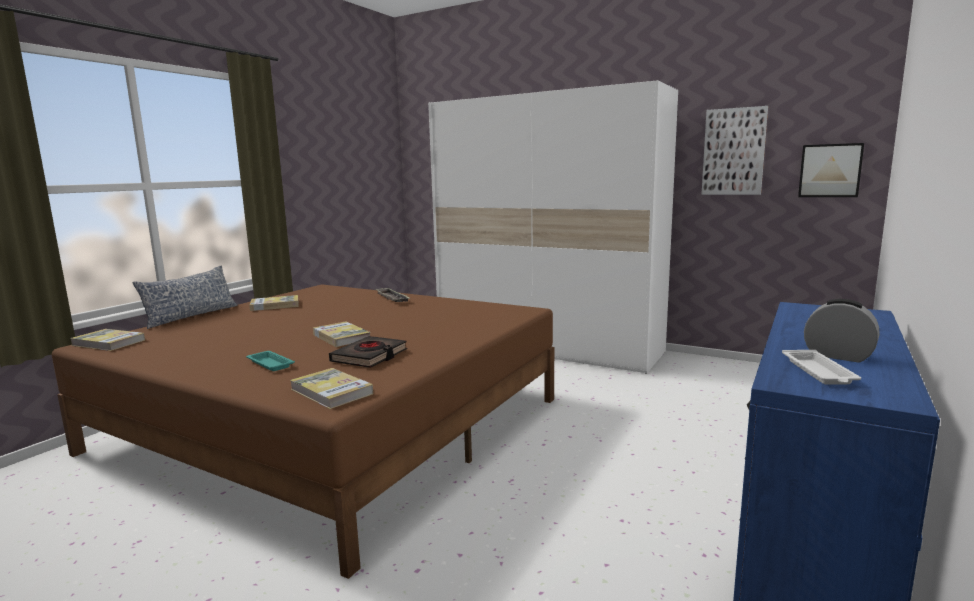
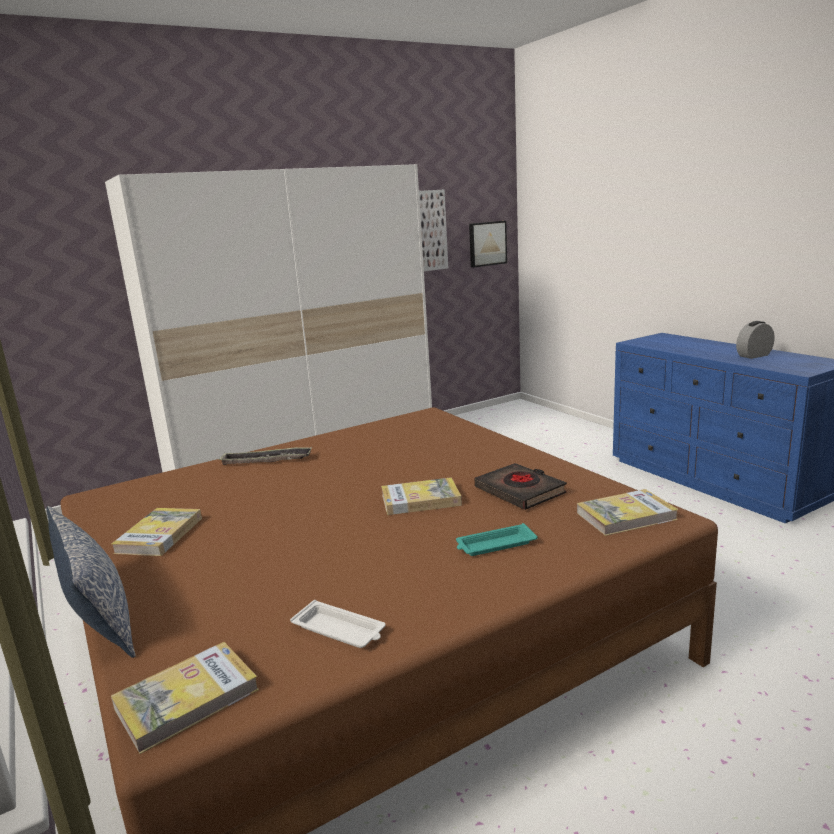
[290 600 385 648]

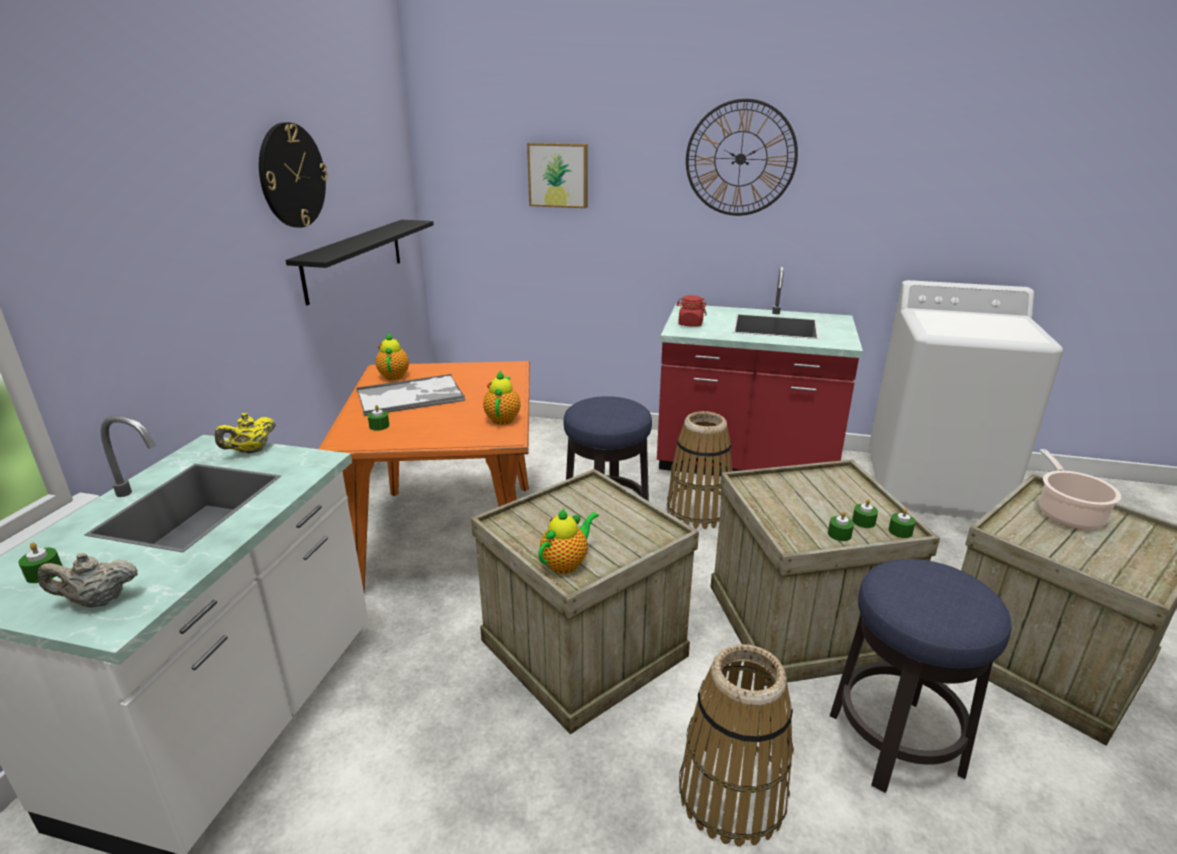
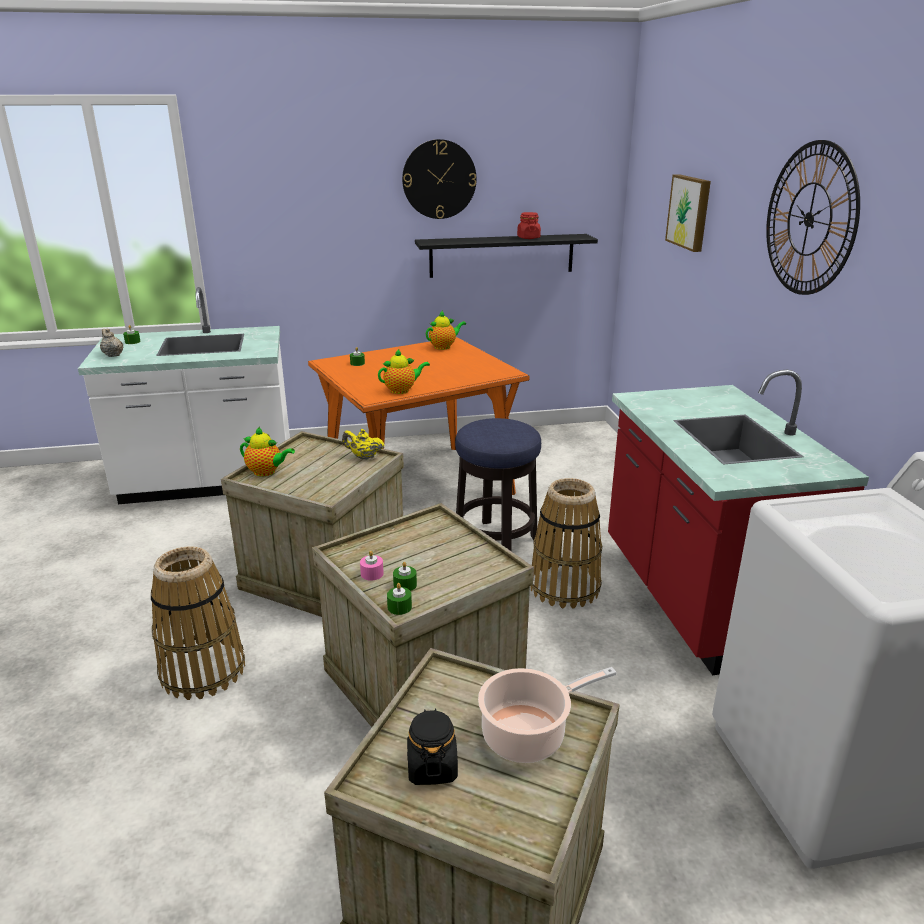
[342 429 385 460]
[357 374 465 416] (first image)
[517 212 541 239]
[360 551 384 581]
[830 559 1012 793] (first image)
[407 708 458 785]

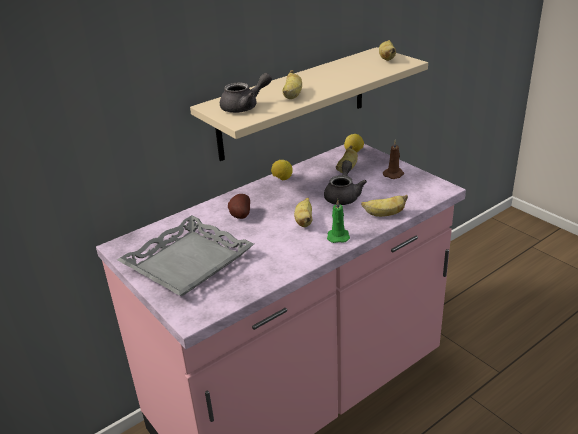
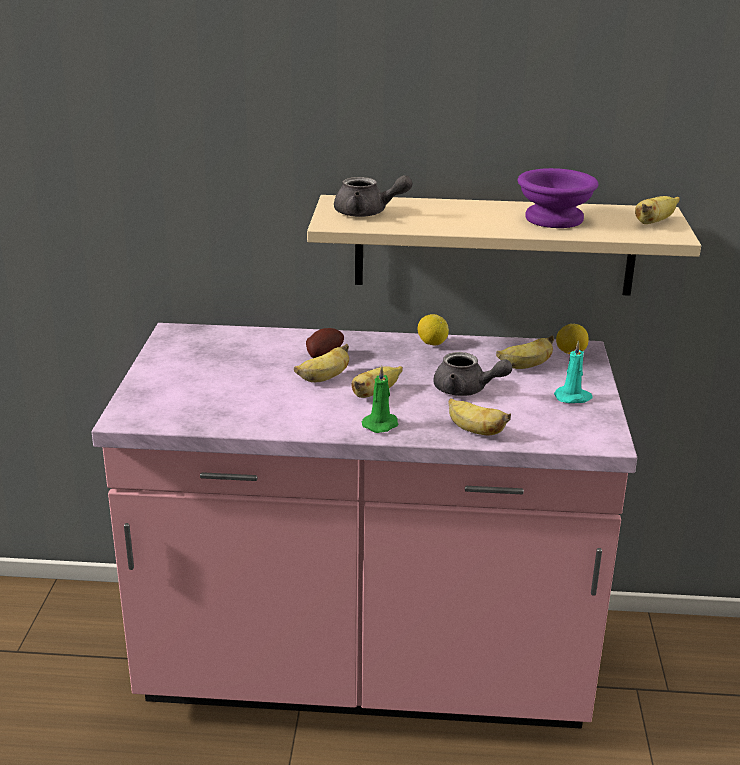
[117 215 254 296] (first image)
[294 344 349 382]
[433 352 512 396]
[554 340 593 403]
[518 168 598 228]

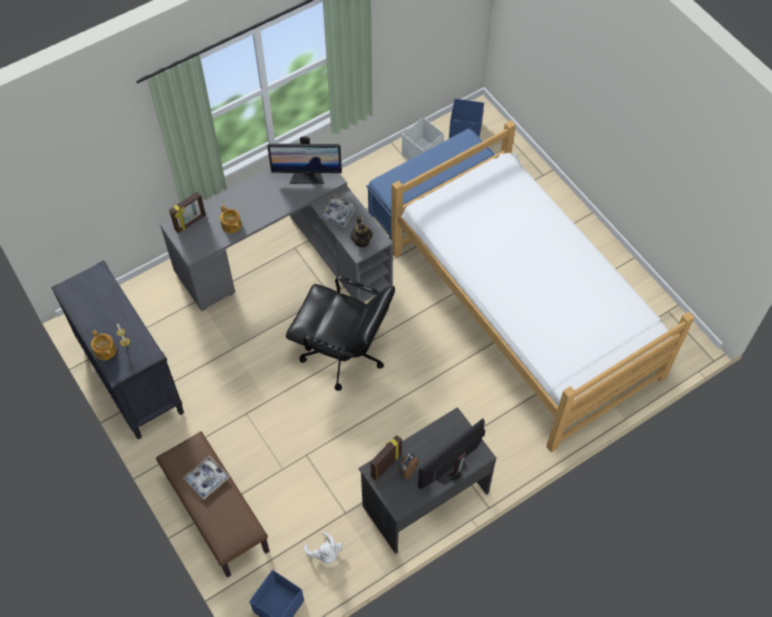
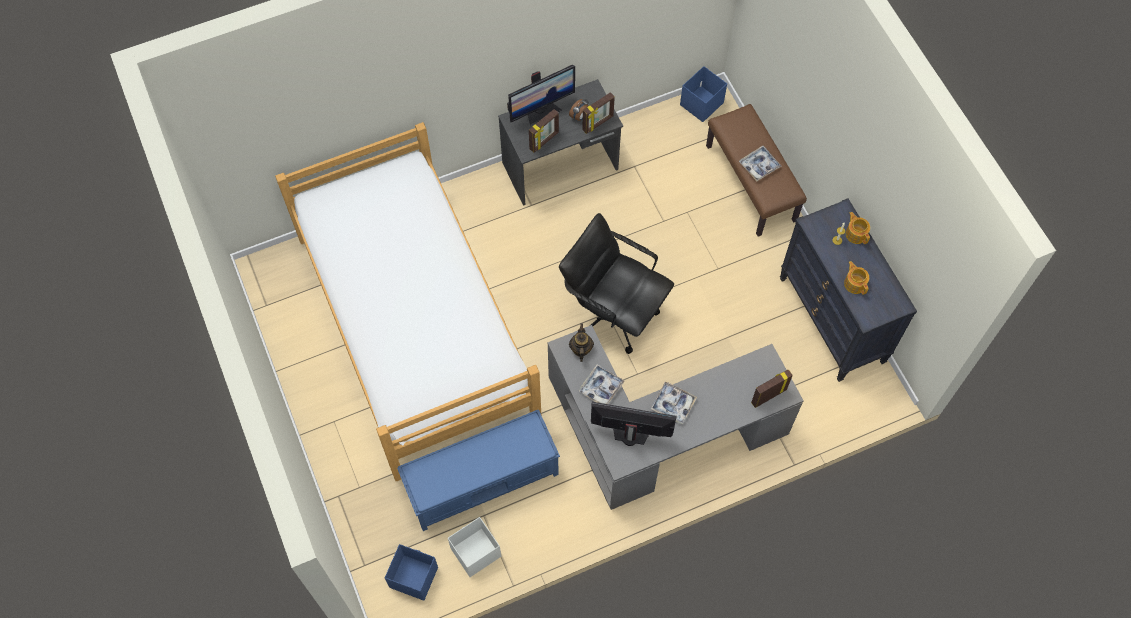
[844 261 869 295]
[304 532 343 564] (first image)
[529 109 559 153]
[650 381 697 424]

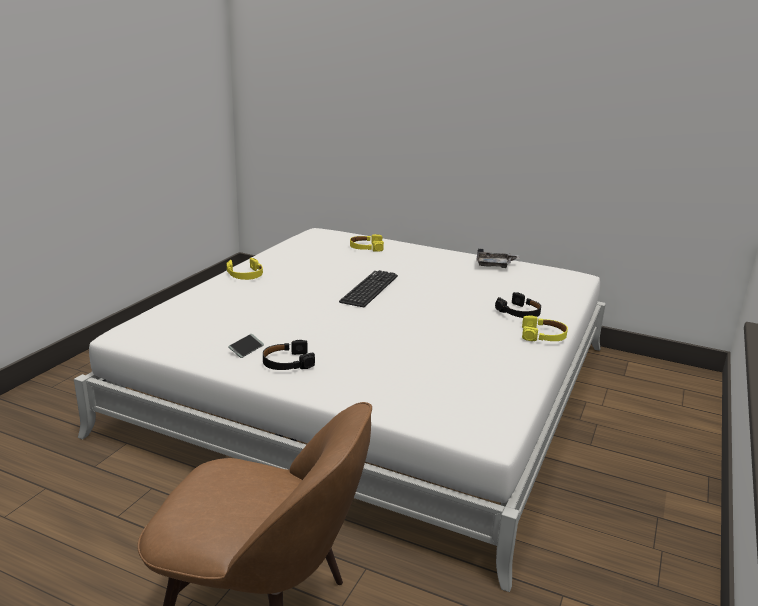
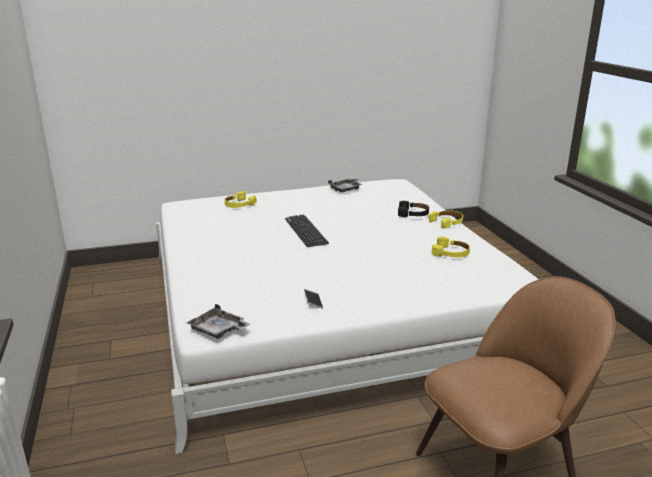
[432 237 470 257]
[263 340 315 370] (first image)
[187 304 250 339]

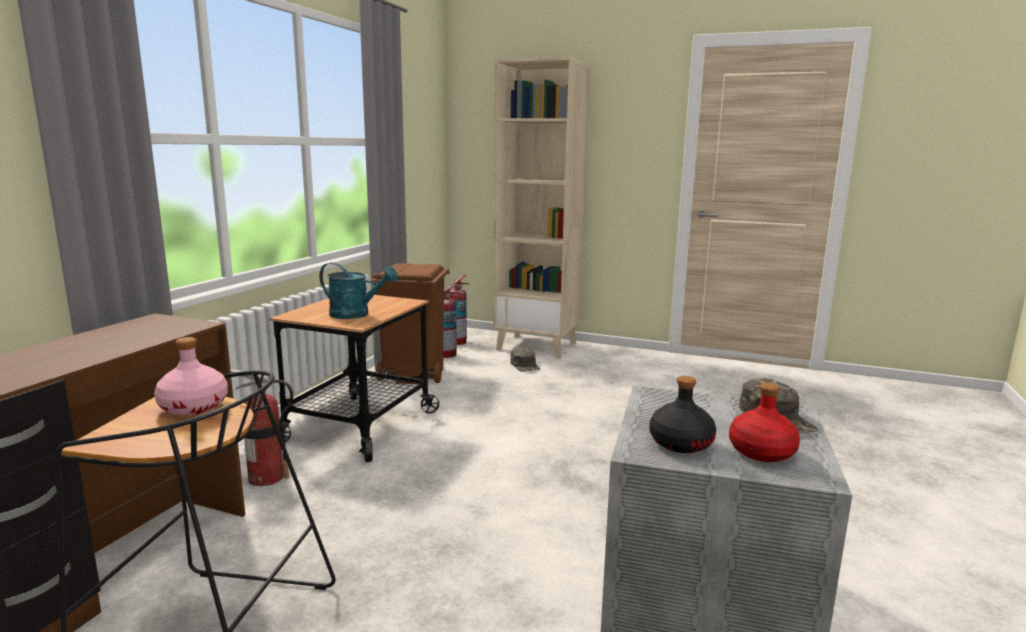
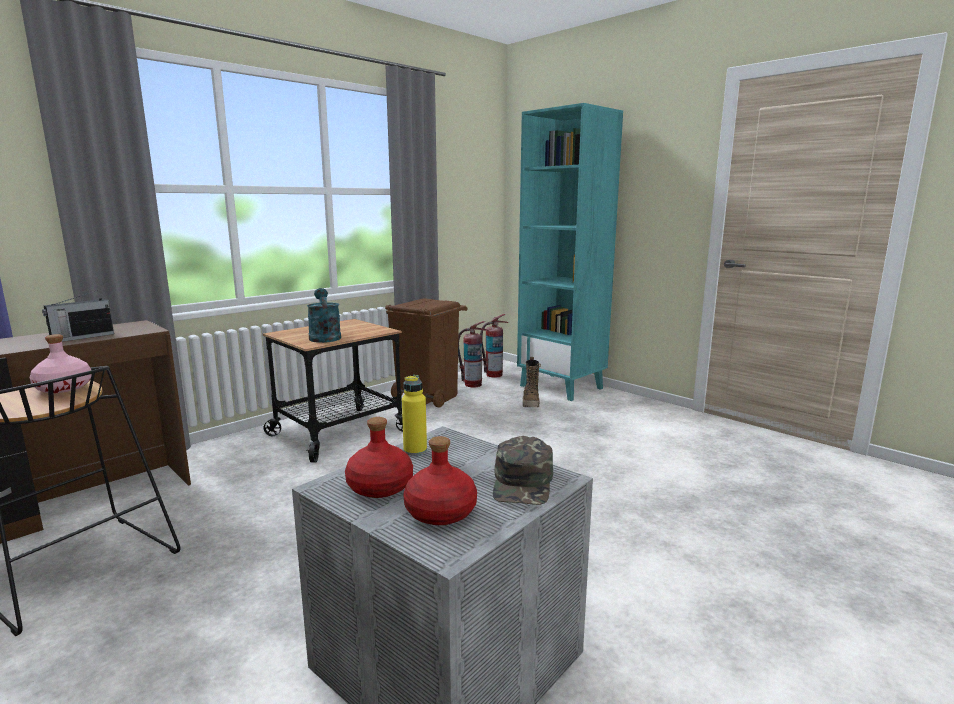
[230 369 293 486] (first image)
[307 288 341 343]
[517 103 623 401]
[523 357 541 407]
[345 417 413 498]
[42 291 114 342]
[402 375 427 456]

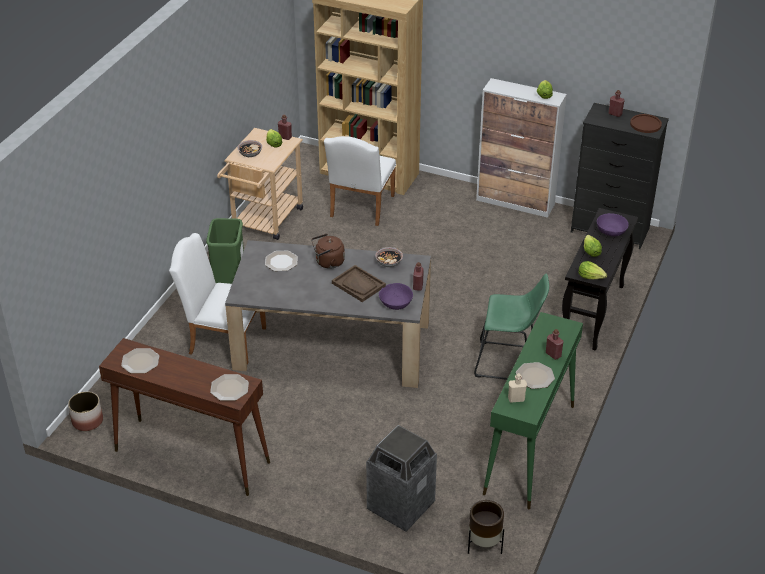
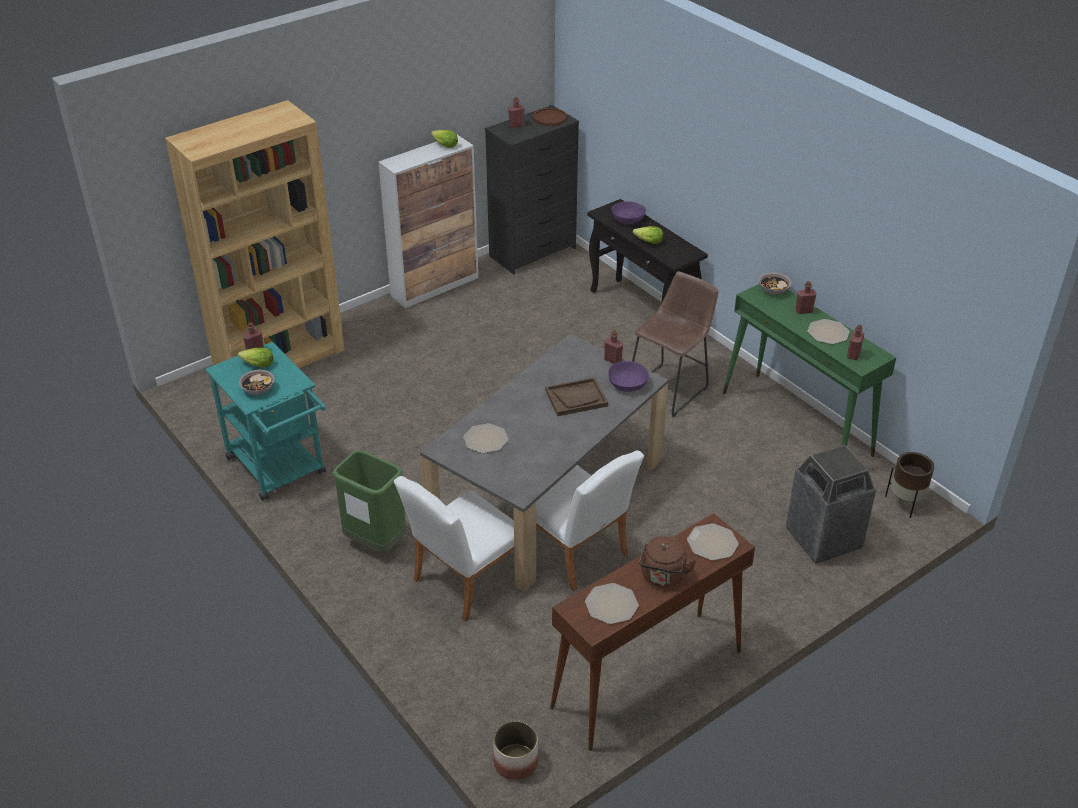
[205 342 326 501]
[639 536 696 587]
[536 450 644 591]
[759 272 791 295]
[632 271 718 417]
[847 325 864 360]
[578 261 607 279] (first image)

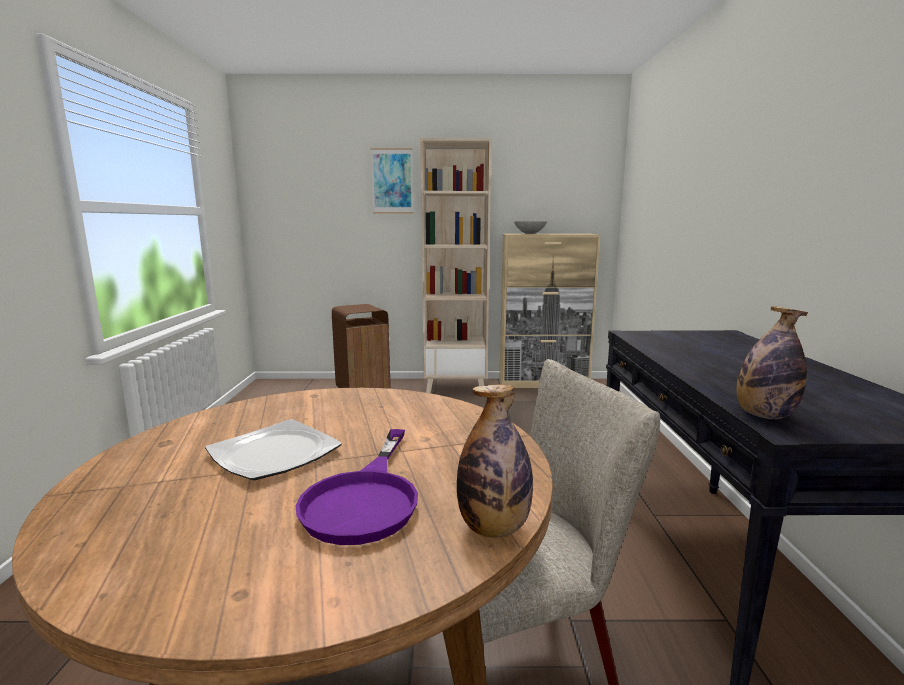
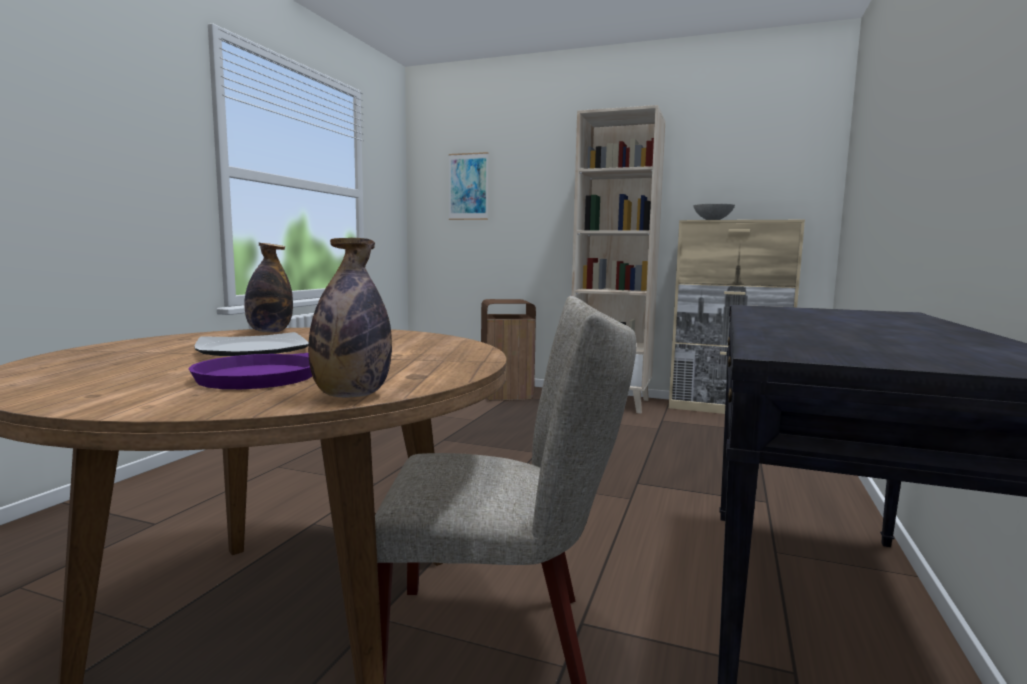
[449 152 489 220]
[244 243 293 333]

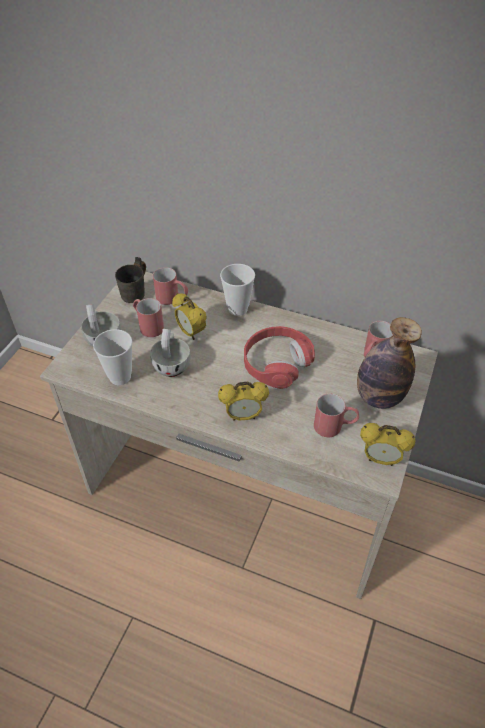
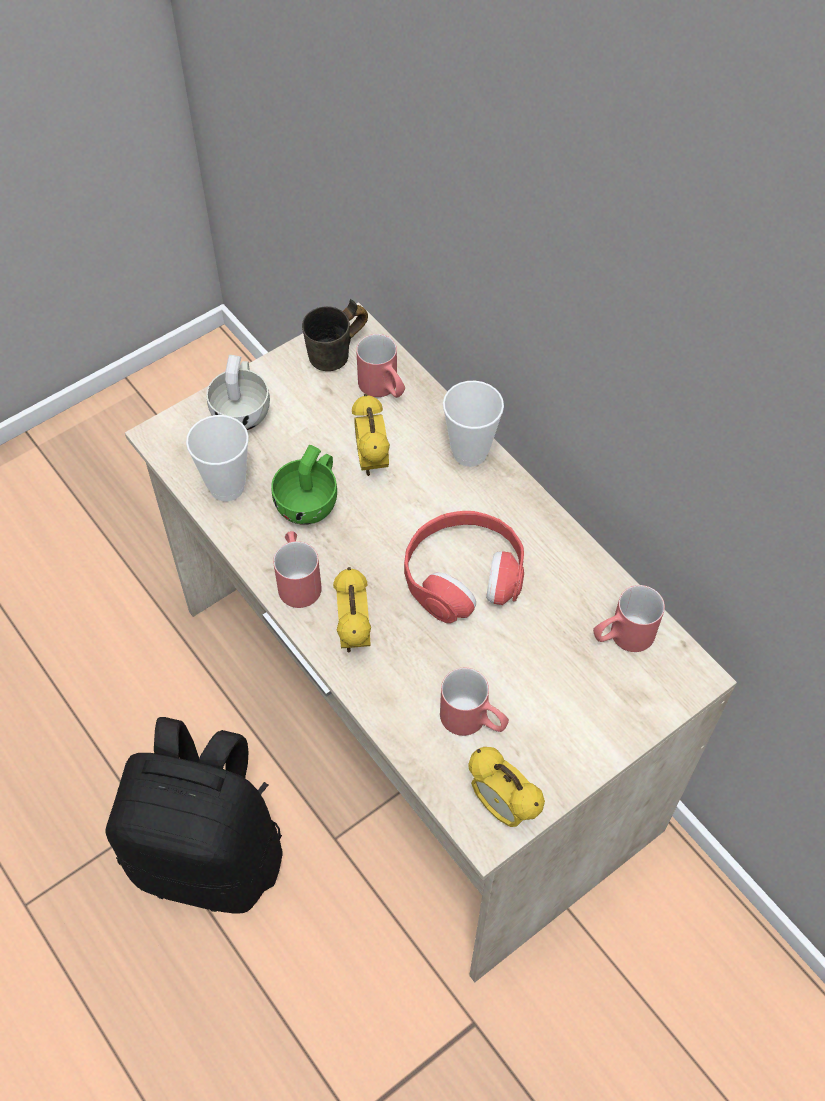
[273 531 322 608]
[271 445 337 525]
[333 567 371 652]
[357 317 422 409] (first image)
[105 717 283 913]

